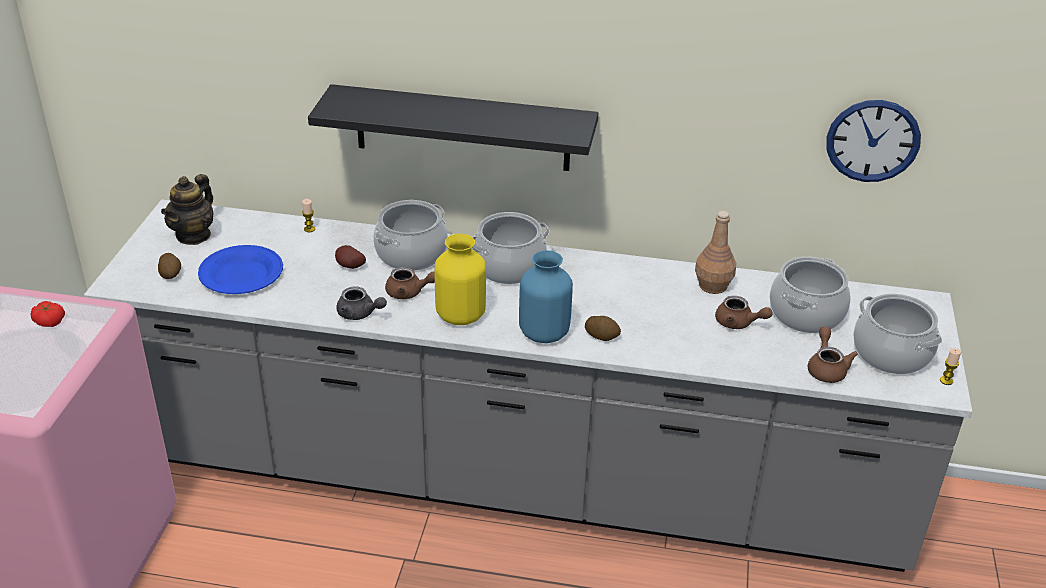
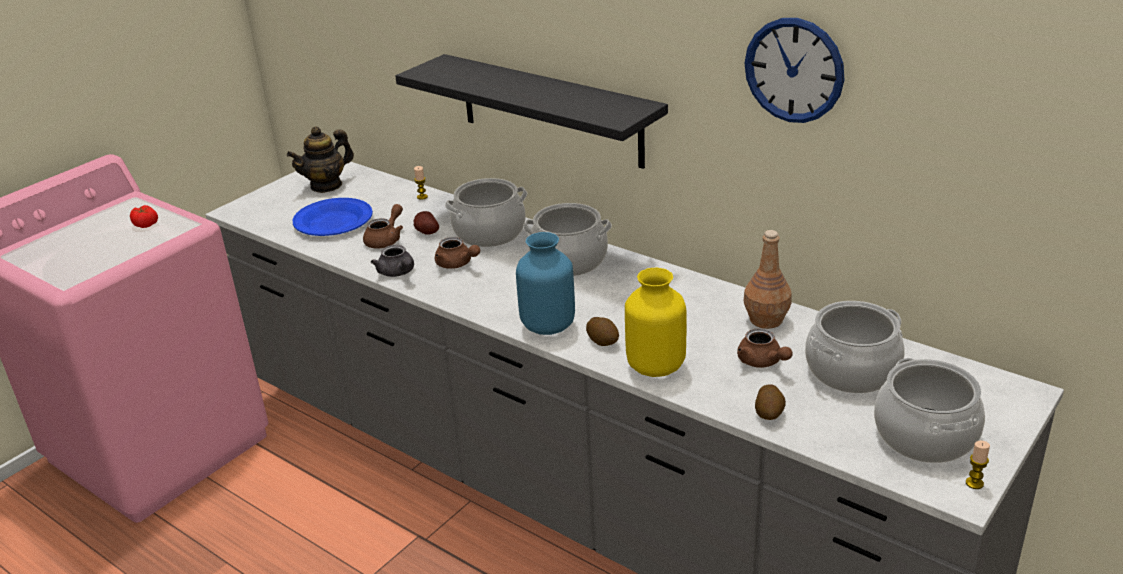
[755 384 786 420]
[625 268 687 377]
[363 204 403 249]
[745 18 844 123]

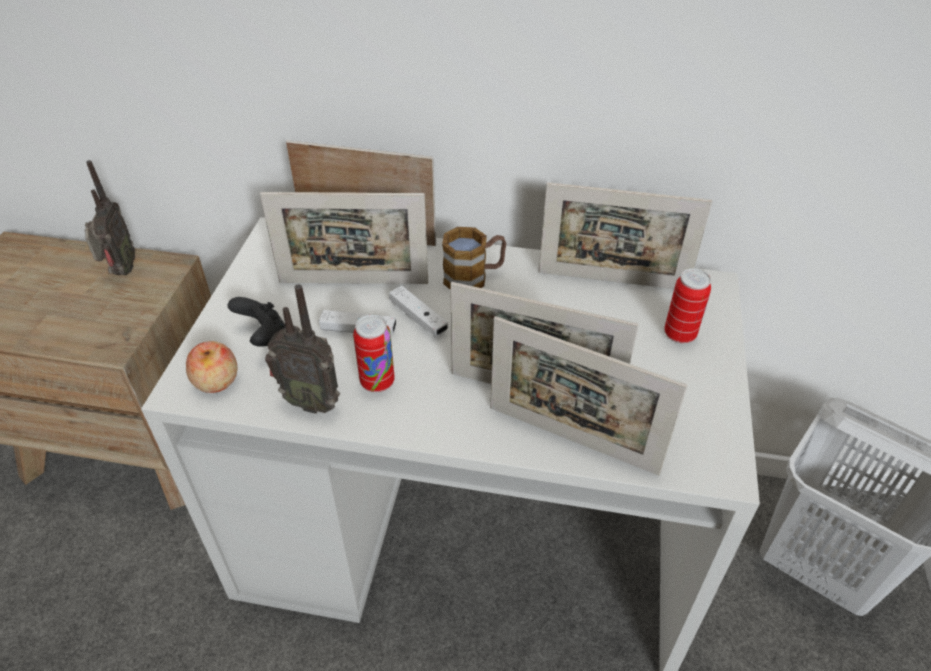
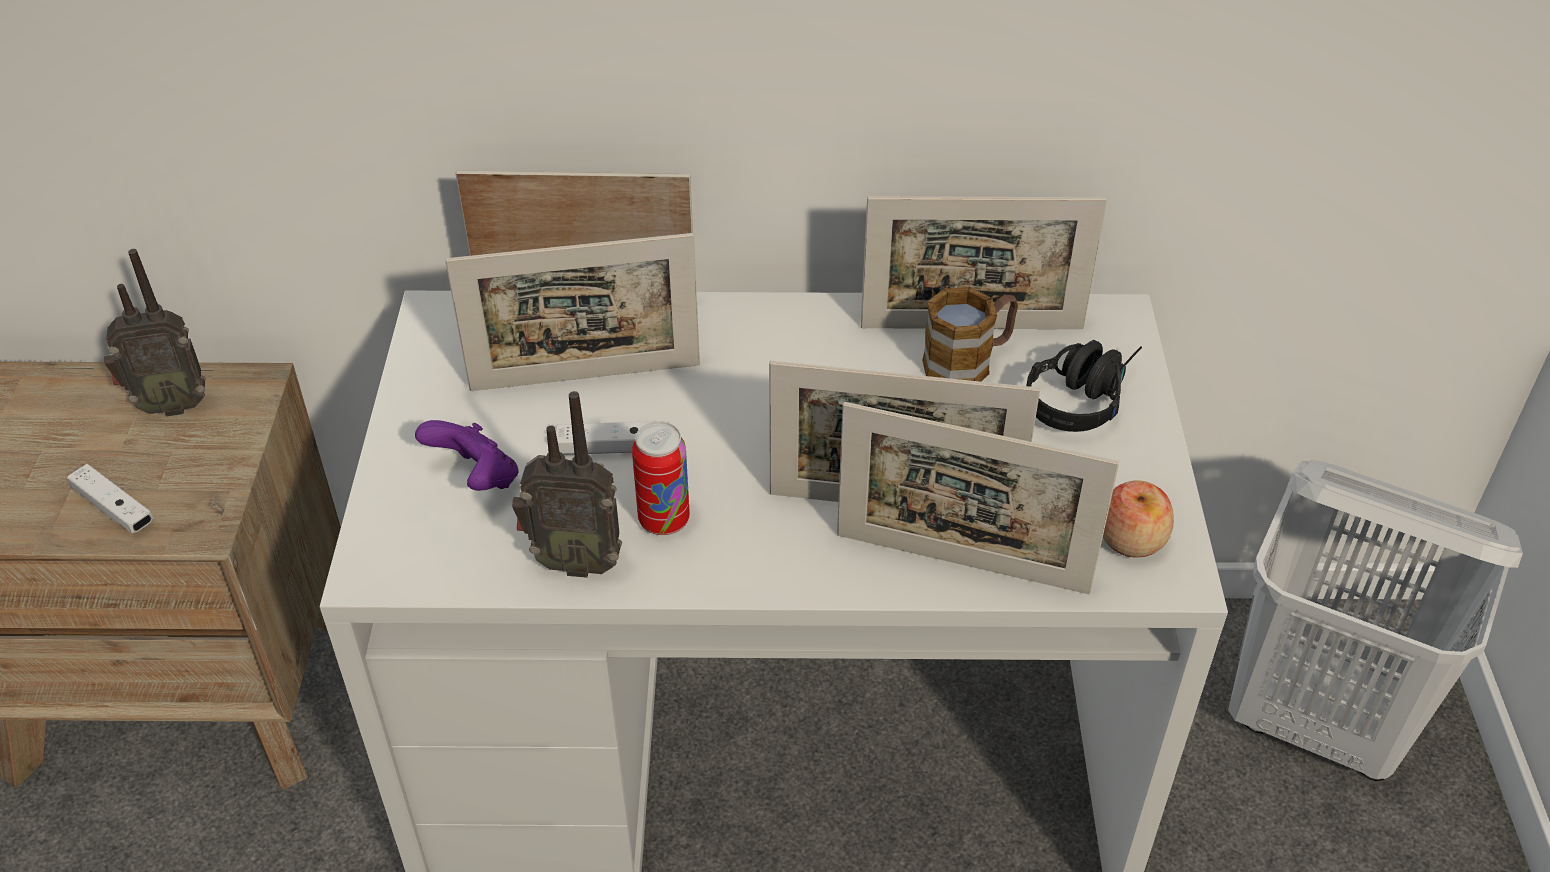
[104 249 206 417]
[1103 480 1174 558]
[415 420 518 491]
[67 464 154 533]
[922 287 1018 382]
[1026 340 1142 432]

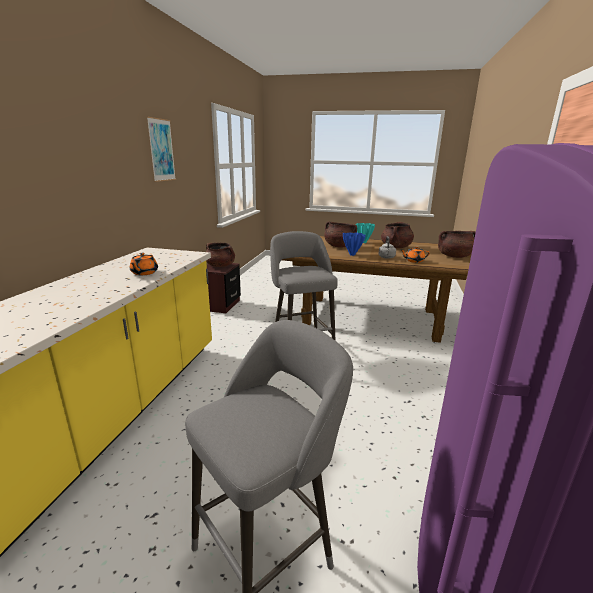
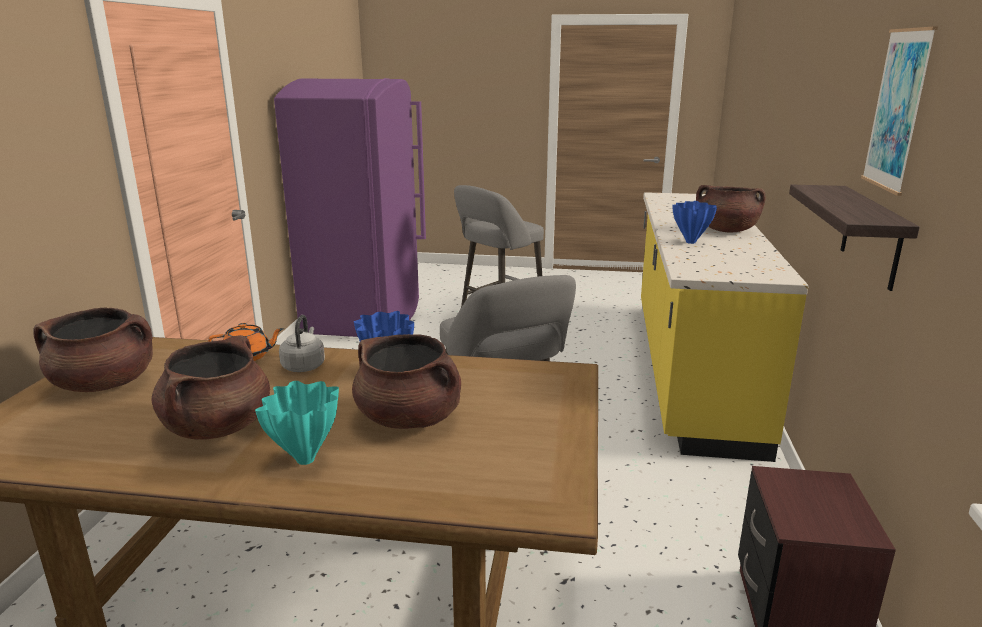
[673 201 717 244]
[696 185 766 232]
[789 184 920 291]

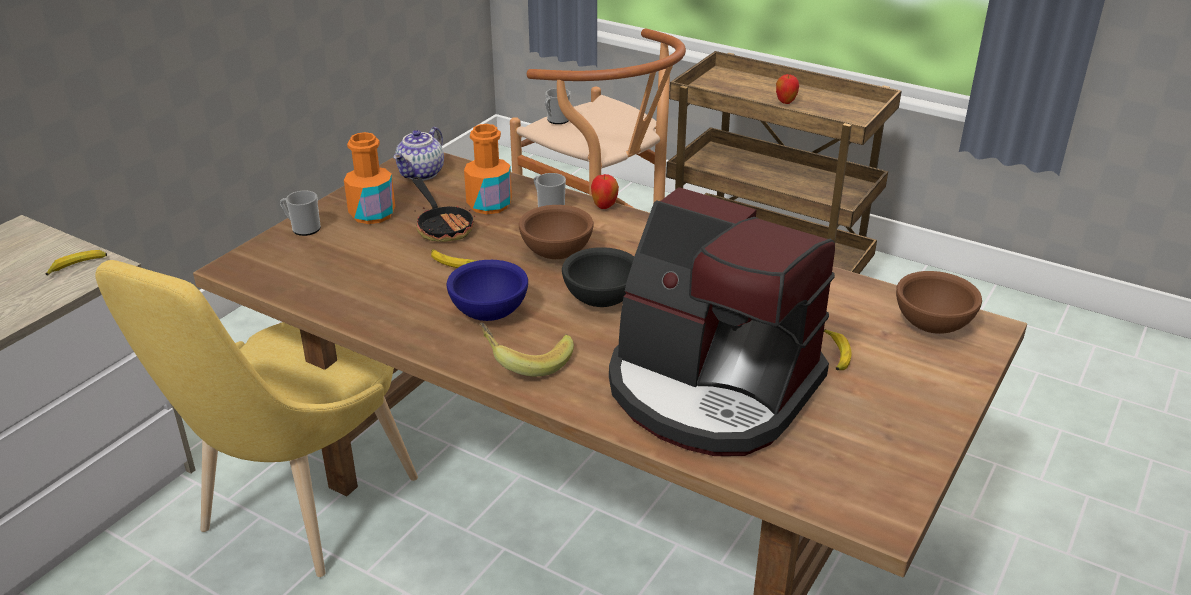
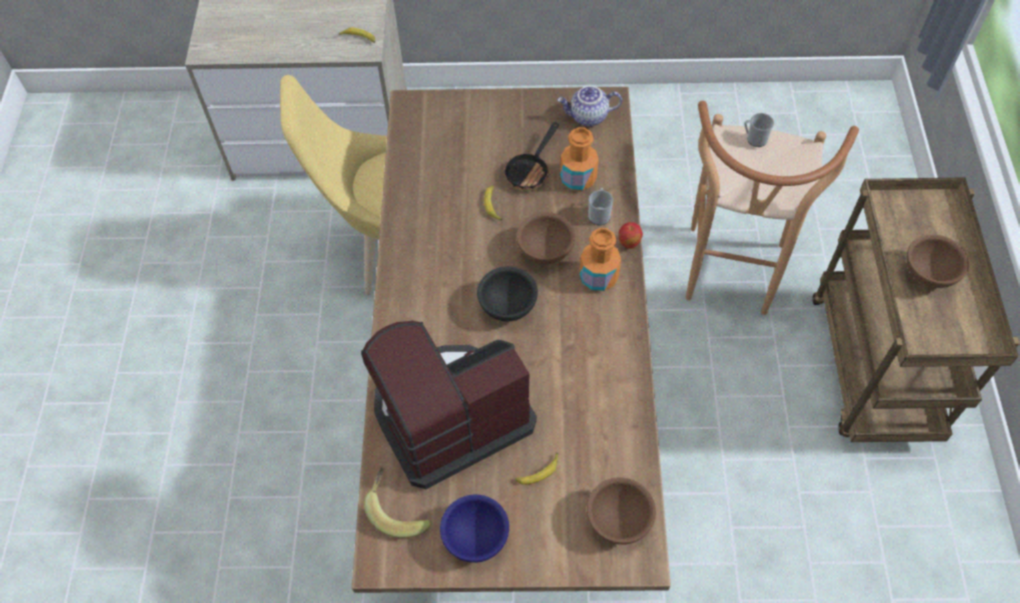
[280 191 321 236] (first image)
[580 228 621 291]
[440 495 509 563]
[364 467 432 538]
[361 321 537 489]
[906 234 969 288]

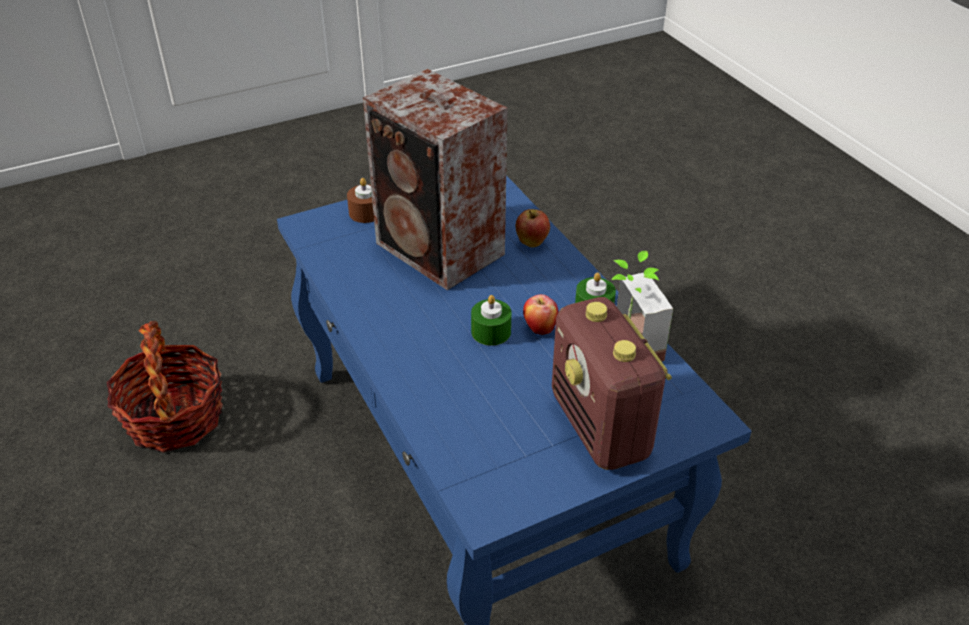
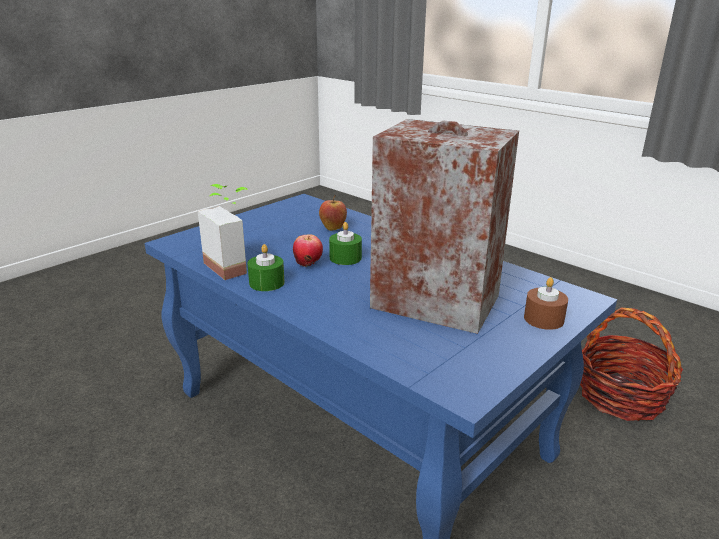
[319 195 347 231]
[552 297 672 470] (first image)

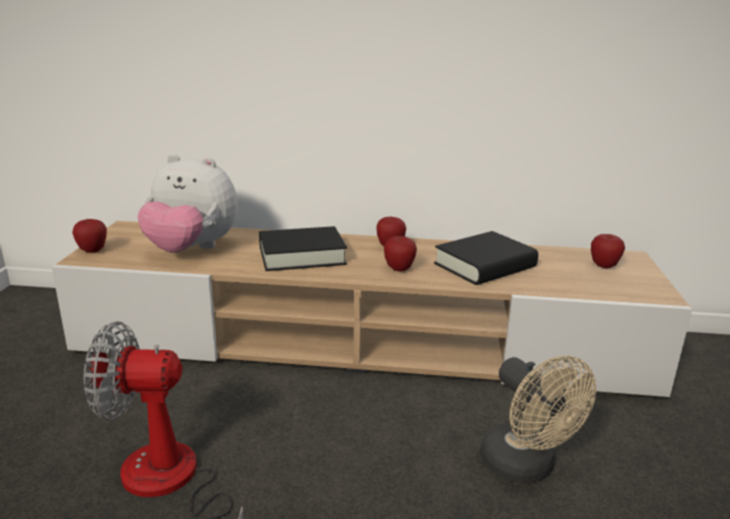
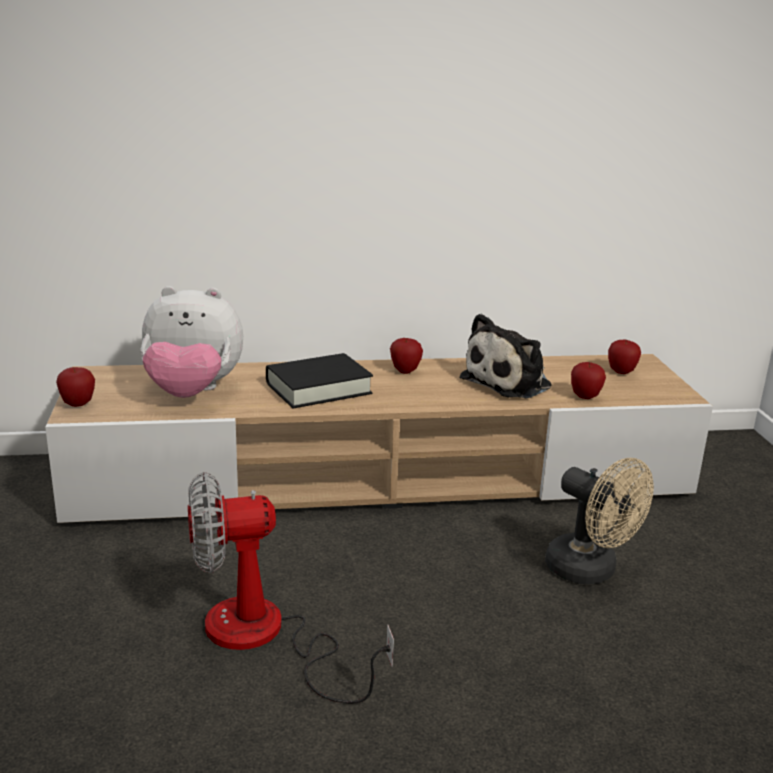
[571 362 606 399]
[460 314 552 398]

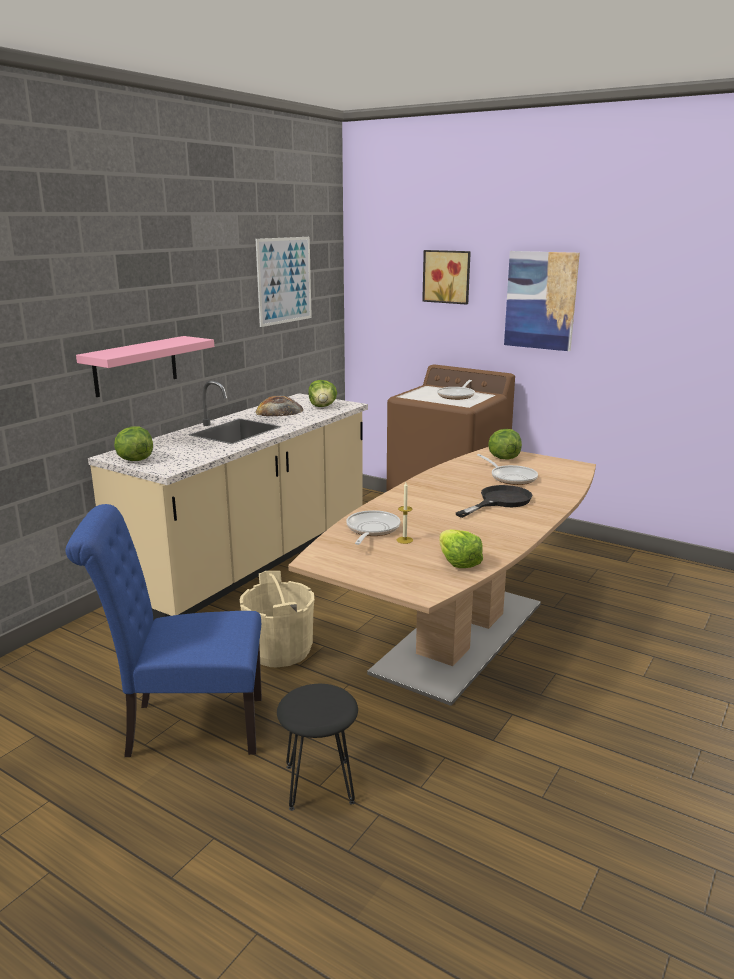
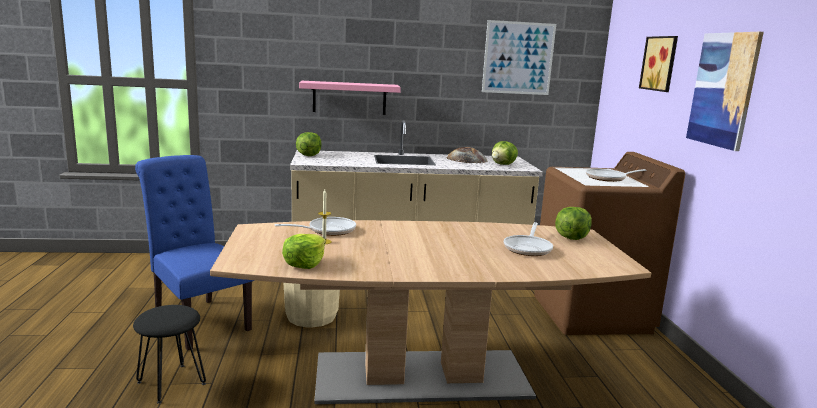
[456 485 532 518] (first image)

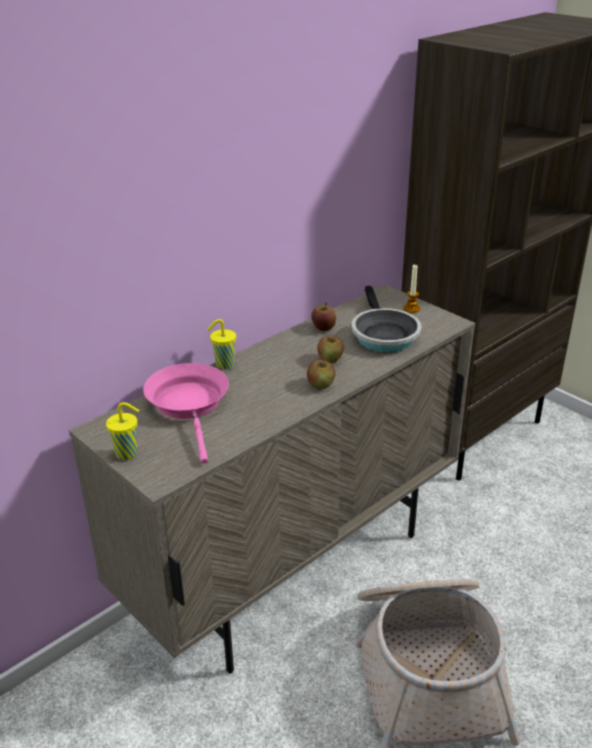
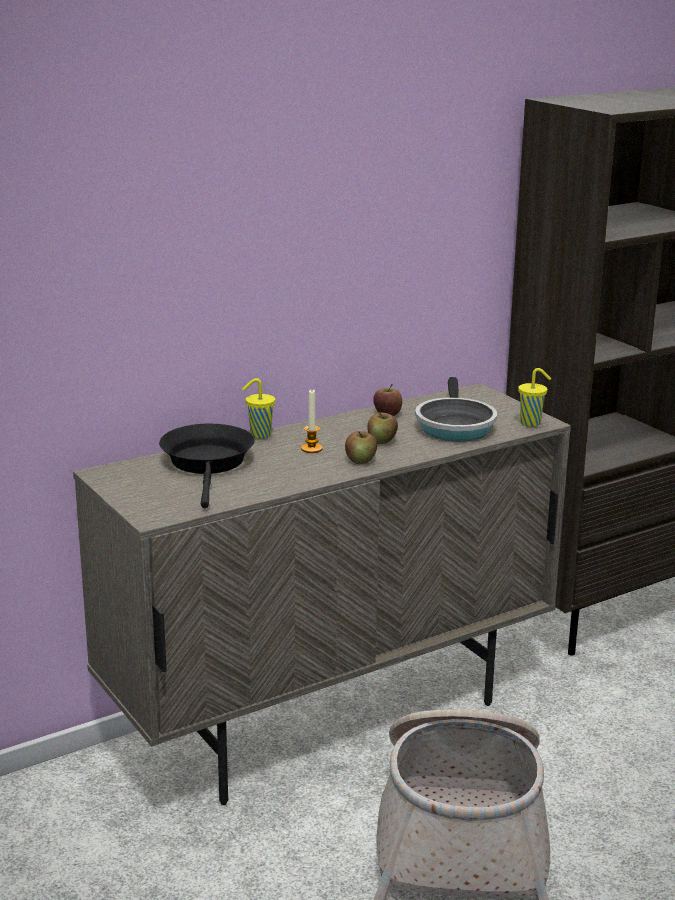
[518 368 551 427]
[159 423 255 508]
[301 390 323 453]

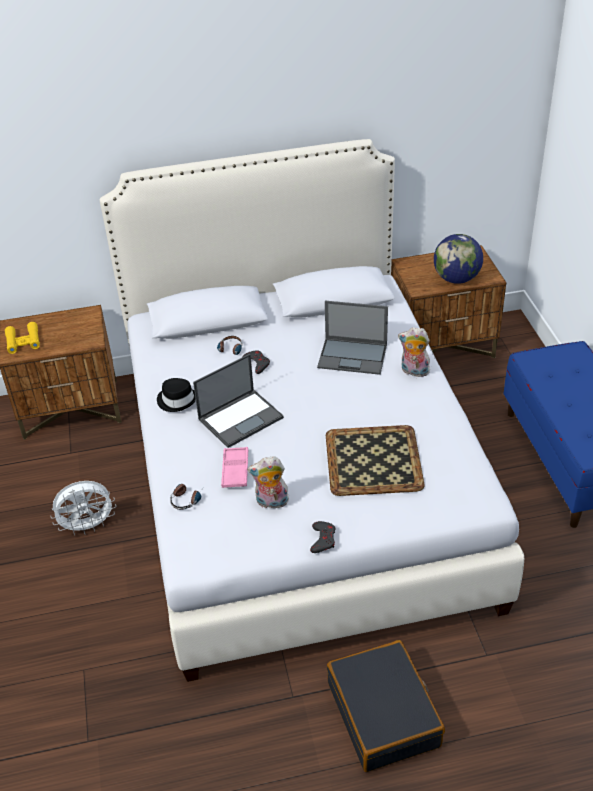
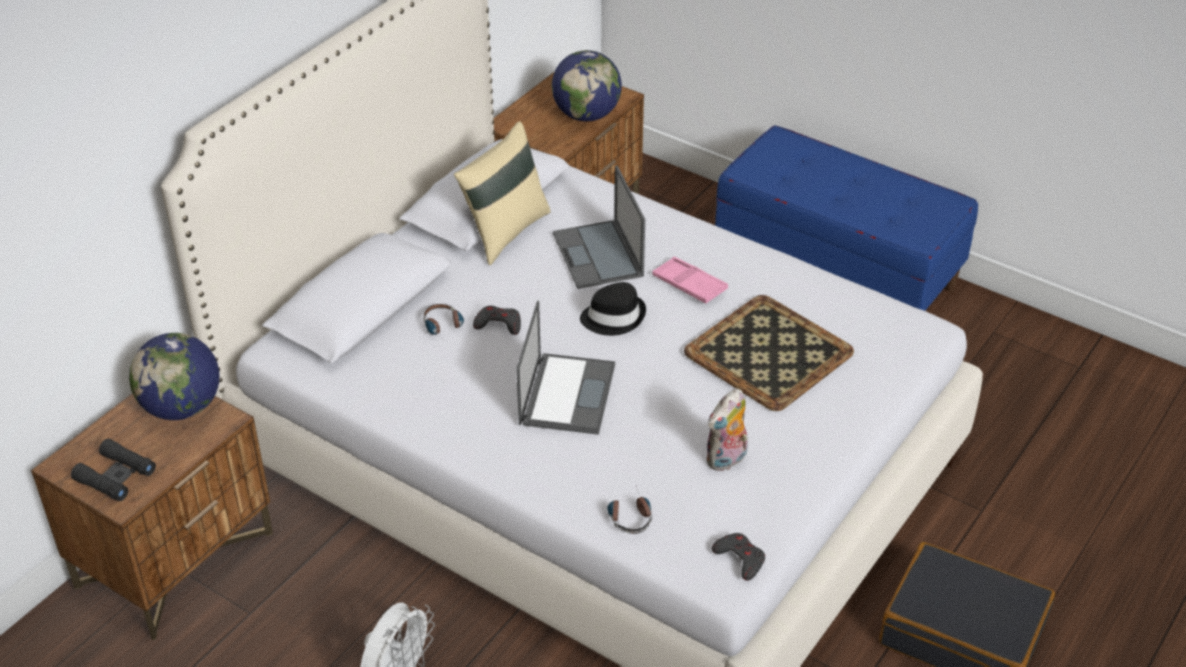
[71 439 156 501]
[580 282 646 336]
[652 257 728 303]
[711 533 765 581]
[553 165 645 289]
[398 327 430 377] (first image)
[129 333 219 420]
[454 122 551 265]

